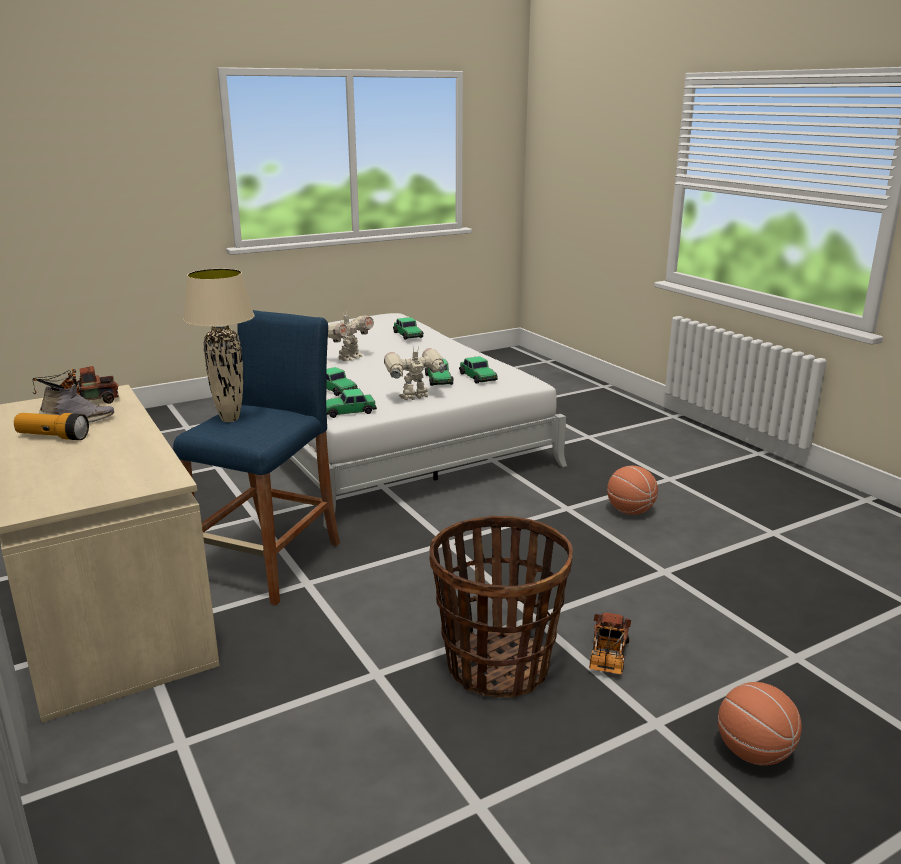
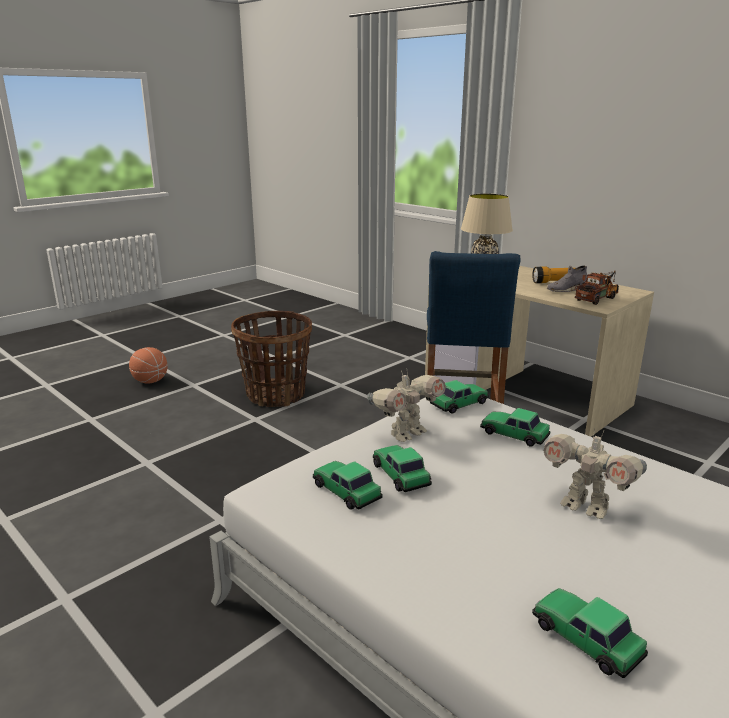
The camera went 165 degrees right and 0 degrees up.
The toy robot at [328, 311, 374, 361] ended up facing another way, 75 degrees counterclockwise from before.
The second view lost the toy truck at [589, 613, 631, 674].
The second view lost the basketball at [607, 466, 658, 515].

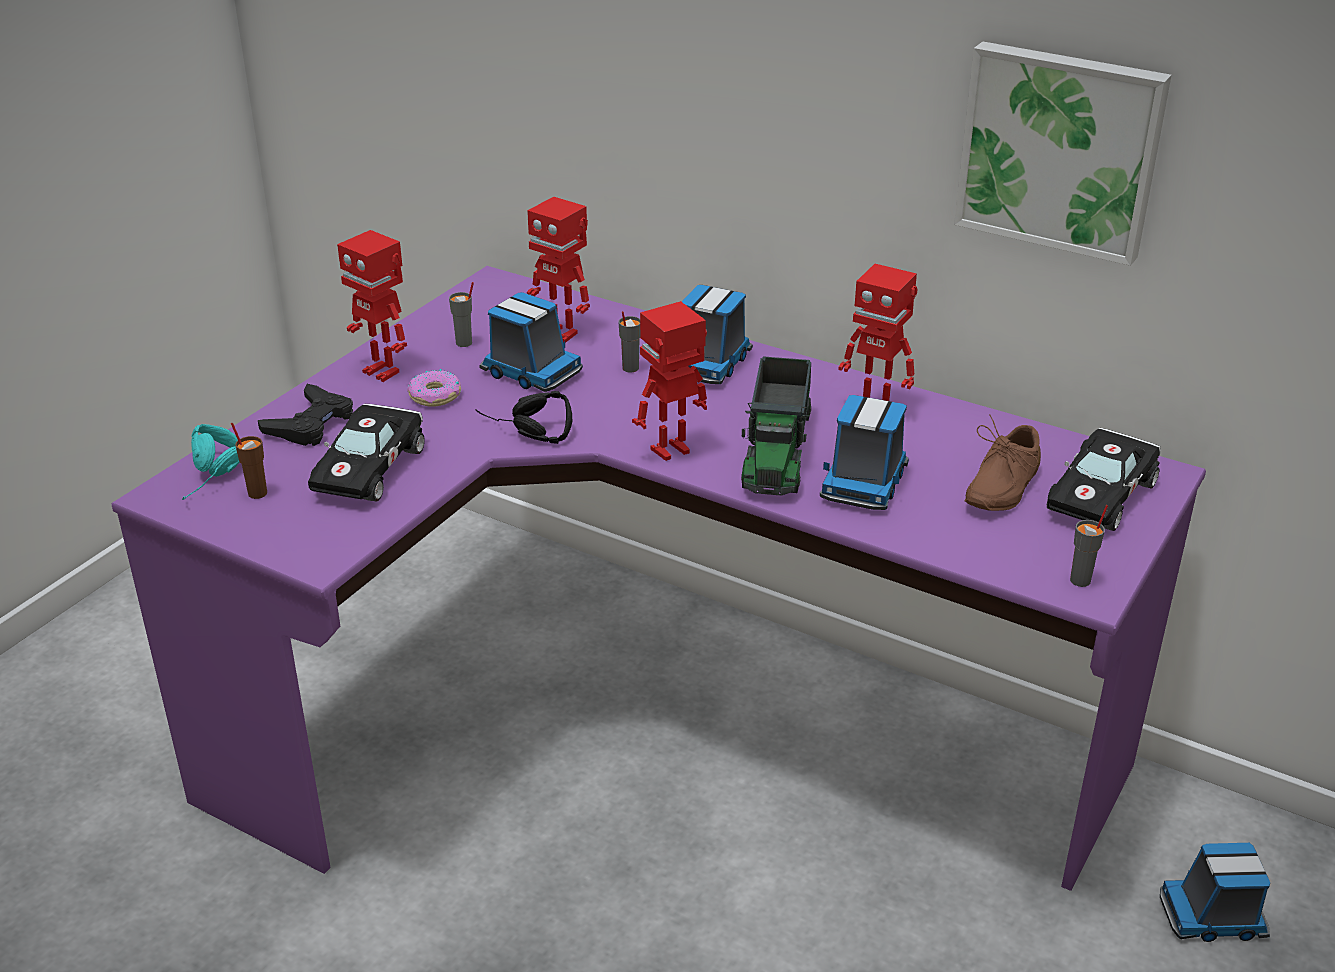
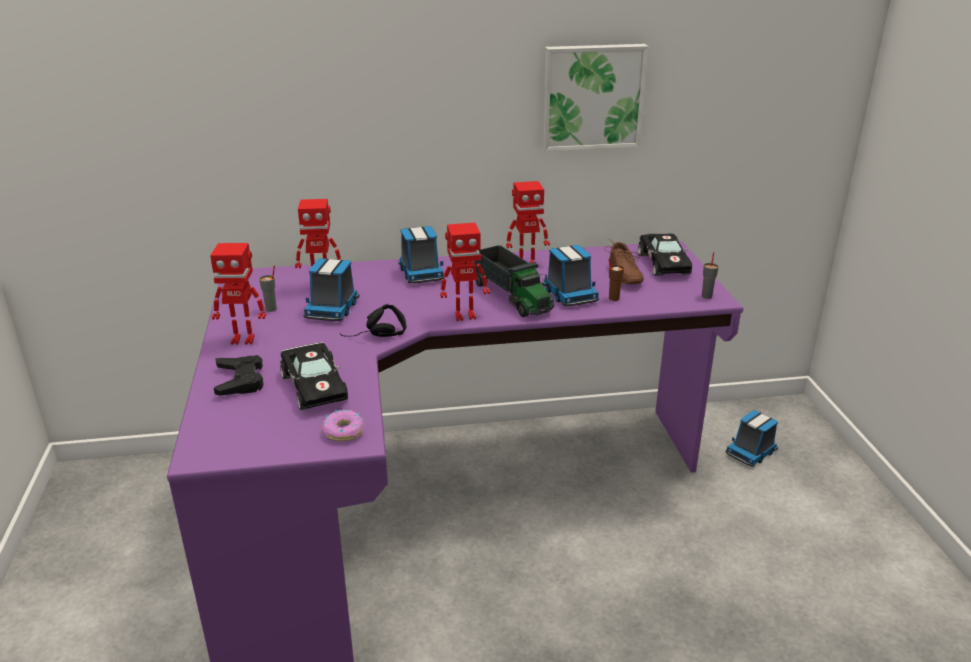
The camera went 40 degrees left and 5 degrees down.
The toy truck at [479, 292, 583, 392] ended up facing another way, 105 degrees clockwise from before.
The donut ended up elsewhere, having gone from [407, 369, 461, 406] to [322, 410, 364, 441].
The toy robot at [632, 301, 707, 461] ended up facing another way, 120 degrees counterclockwise from before.
The brown cup ended up elsewhere, having gone from [231, 423, 267, 499] to [609, 259, 624, 301].
The second view lost the turquoise headphones at [182, 424, 240, 500].
The second view lost the grey cup at [618, 311, 640, 373].

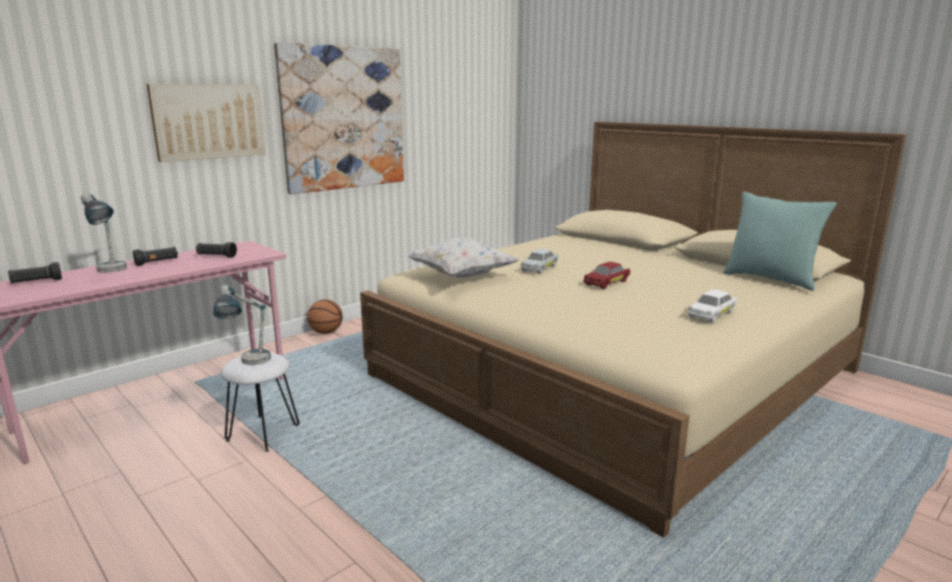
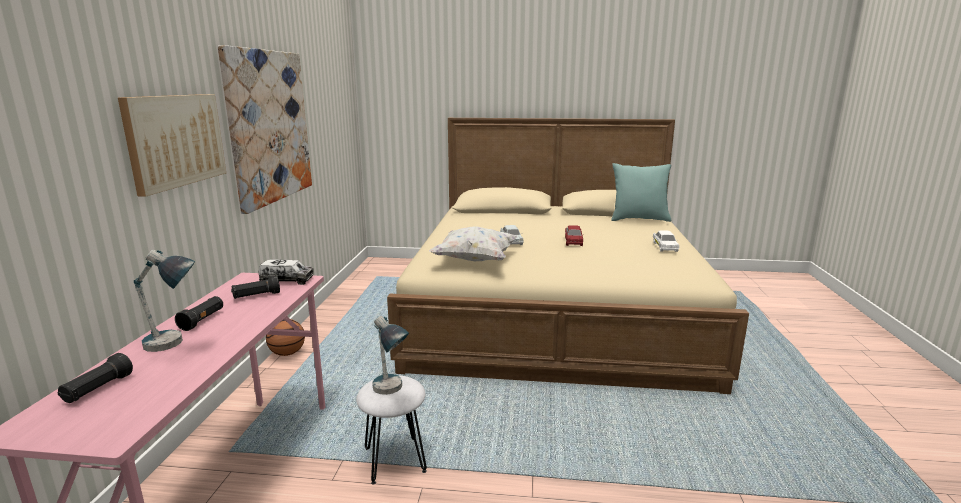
The camera went 40 degrees left and 0 degrees up.
The second view gained the toy truck at [259, 260, 314, 285].

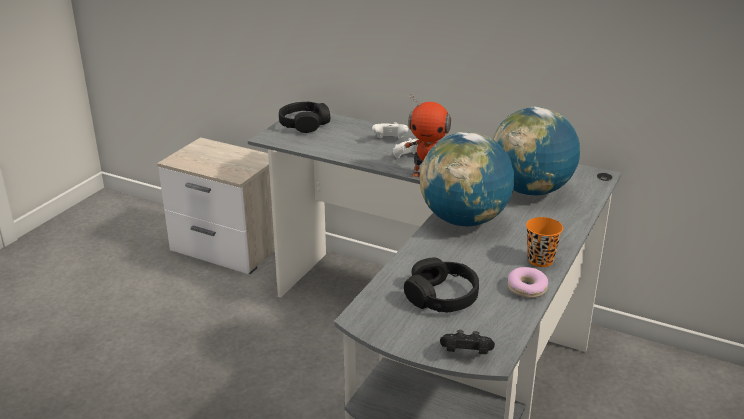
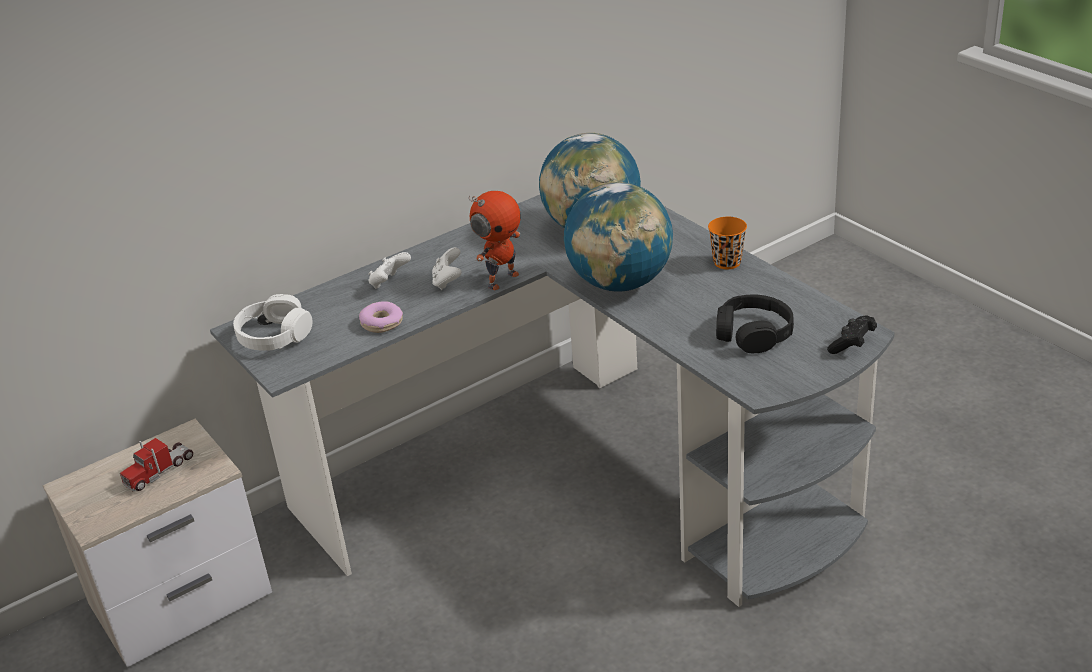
The camera went 60 degrees left and 5 degrees up.
The second view gained the toy truck at [120, 438, 193, 492].
What was the black headphones at [279, 102, 330, 133] turned into the white headphones at [233, 294, 312, 351].
The donut ended up elsewhere, having gone from [508, 267, 548, 298] to [359, 301, 403, 333].

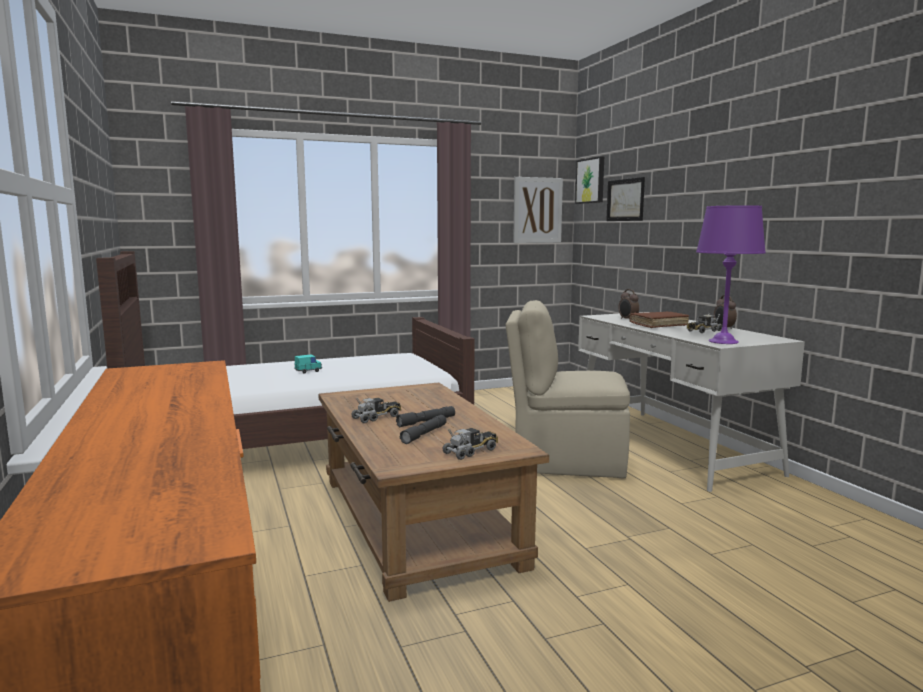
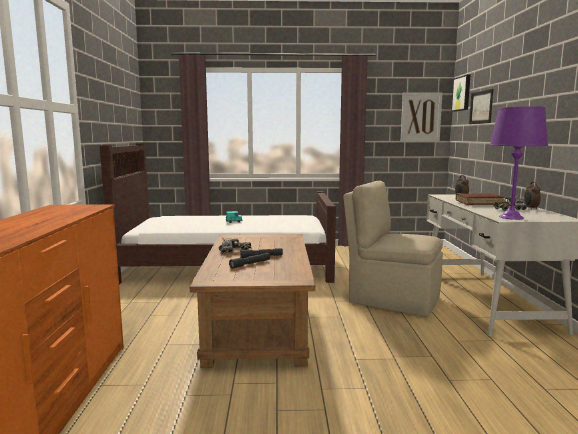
The camera went 20 degrees right and 0 degrees up.
The second view lost the toy truck at [443, 428, 498, 460].

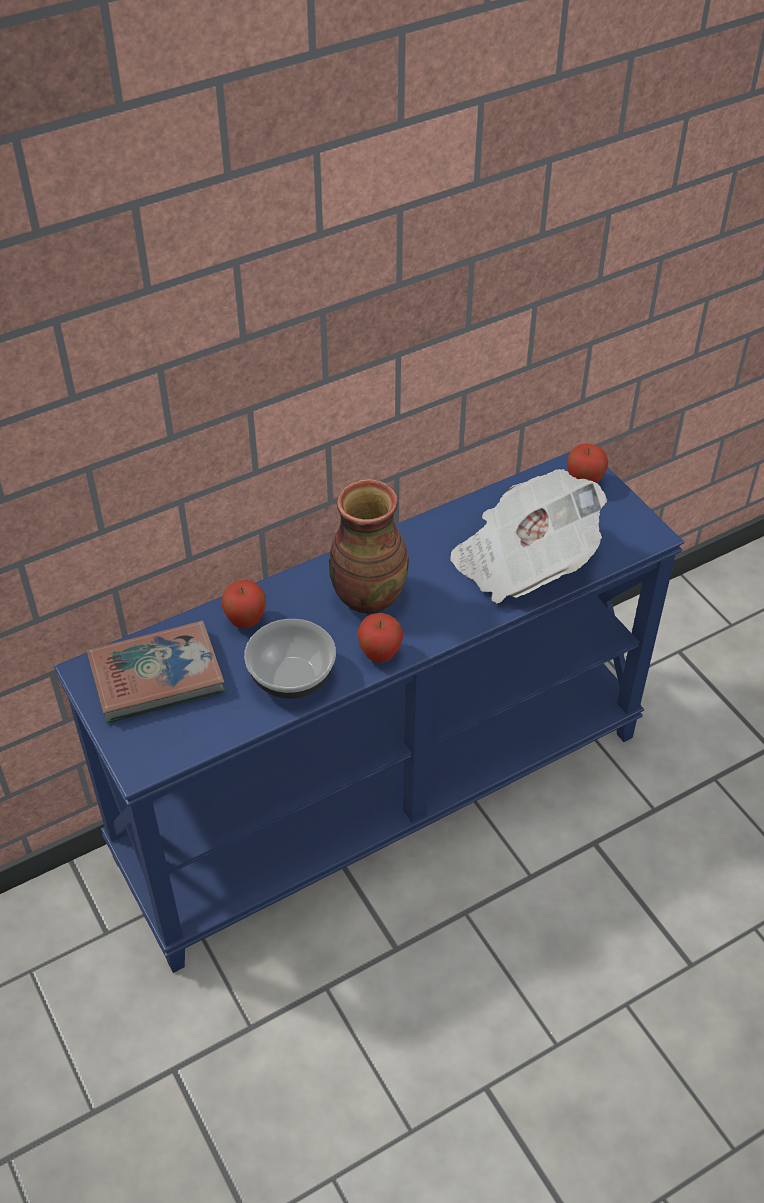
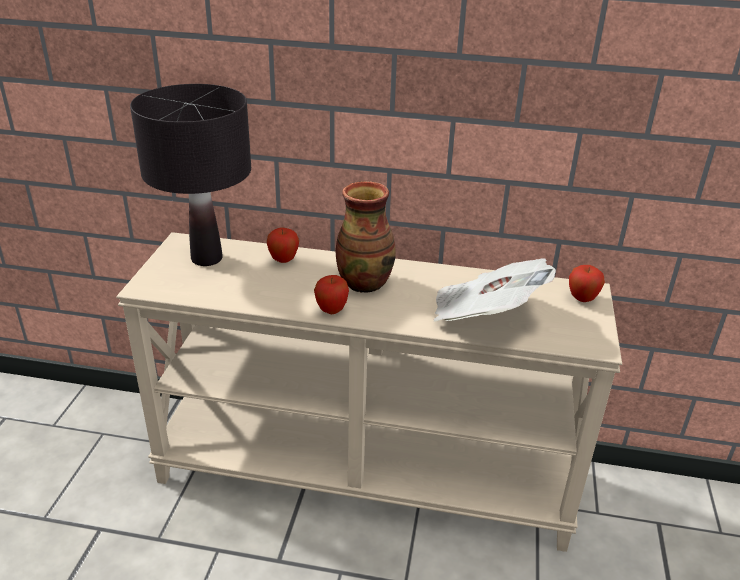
The camera went 40 degrees right and 15 degrees down.
What was the blue console table at [54, 451, 684, 973] turned into the beige console table at [116, 232, 622, 552].
Where the book stood at [87, 620, 226, 723], the black table lamp came to stand at [130, 84, 251, 266].
The second view lost the bowl at [244, 619, 336, 699].

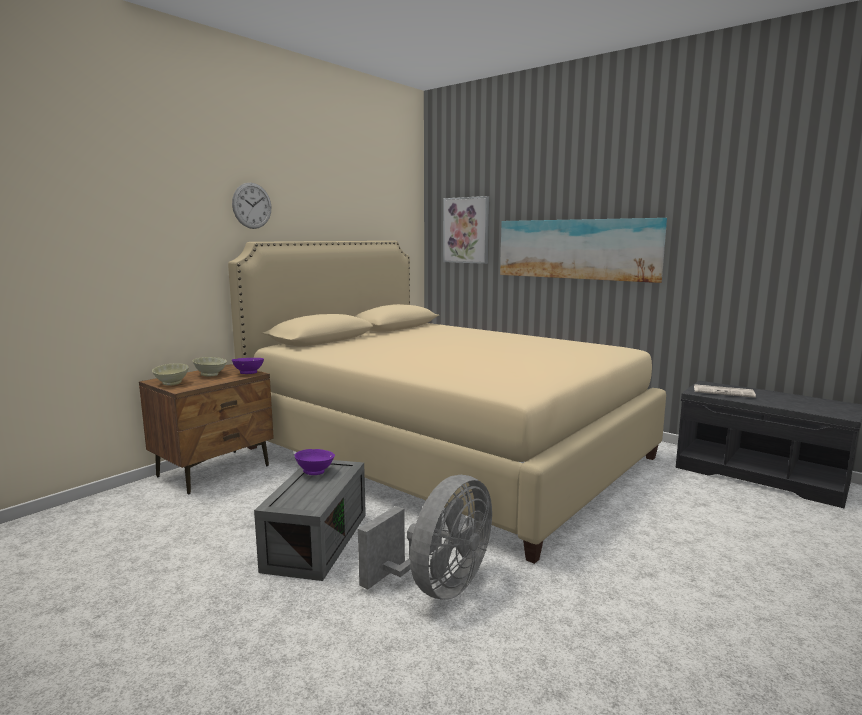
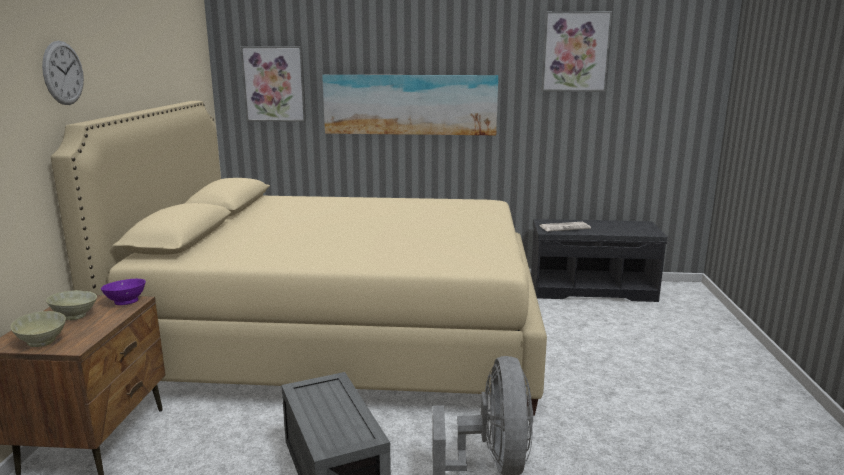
The camera went 35 degrees left and 5 degrees up.
The second view gained the picture at [542, 11, 612, 92].
The second view lost the purple bowl at [294, 449, 335, 475].

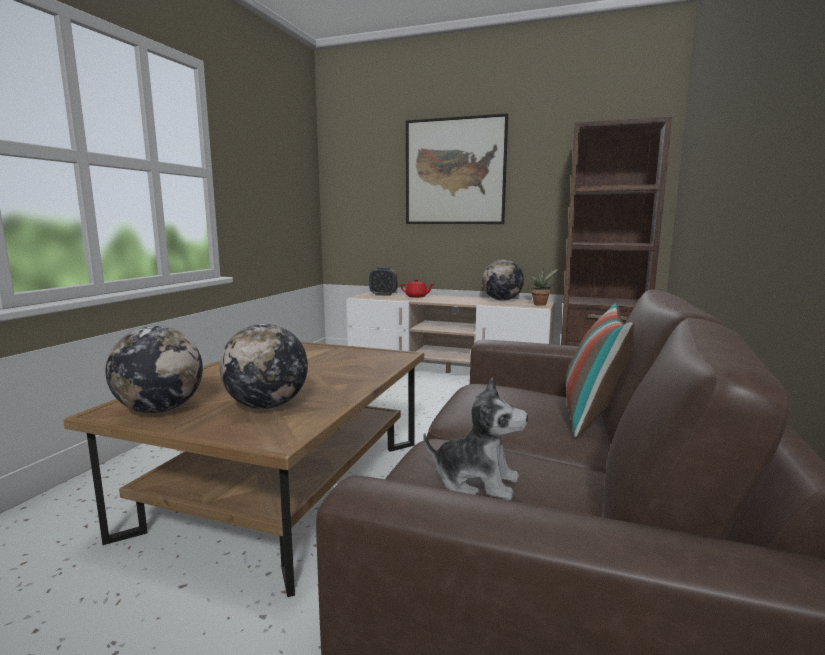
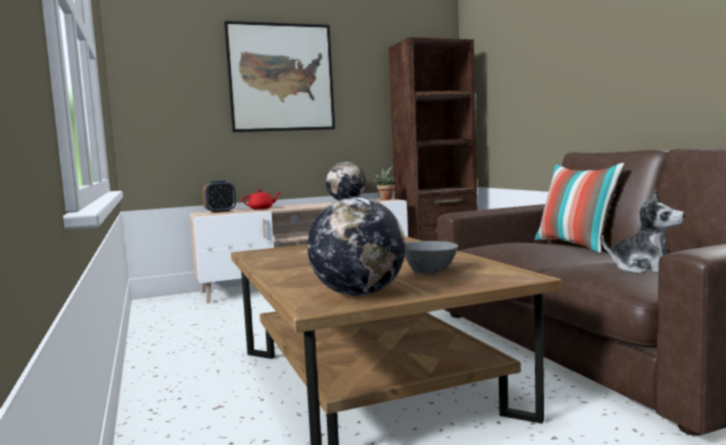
The camera went 40 degrees left and 5 degrees down.
Where the globe stood at [220, 324, 308, 409], the grey bowl came to stand at [405, 241, 458, 274].
The plush toy at [423, 377, 528, 500] ended up facing another way, 60 degrees clockwise from before.

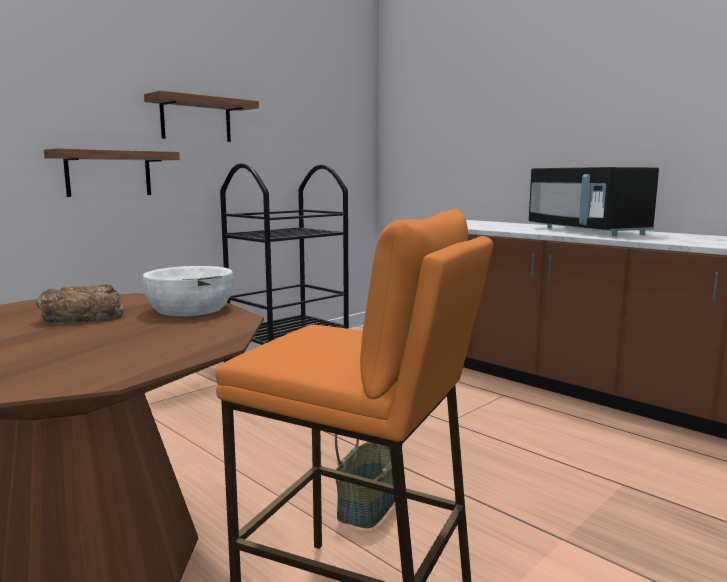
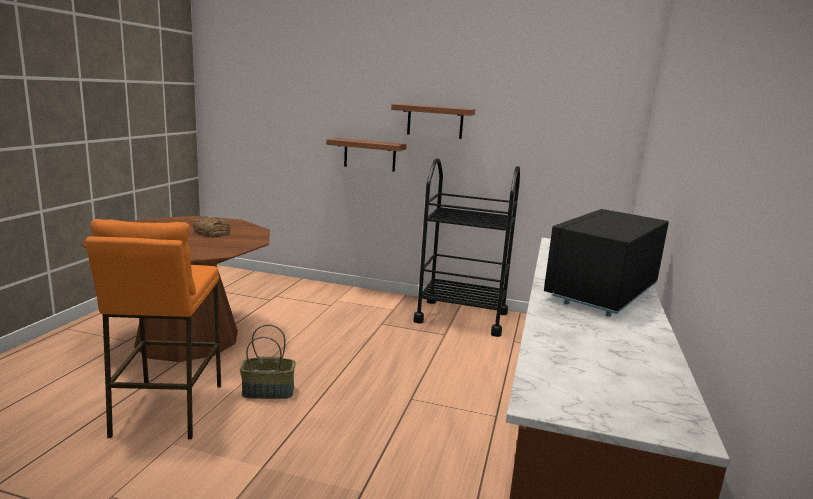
The camera went 60 degrees right and 5 degrees up.
The second view lost the white bowl at [143, 266, 234, 316].

